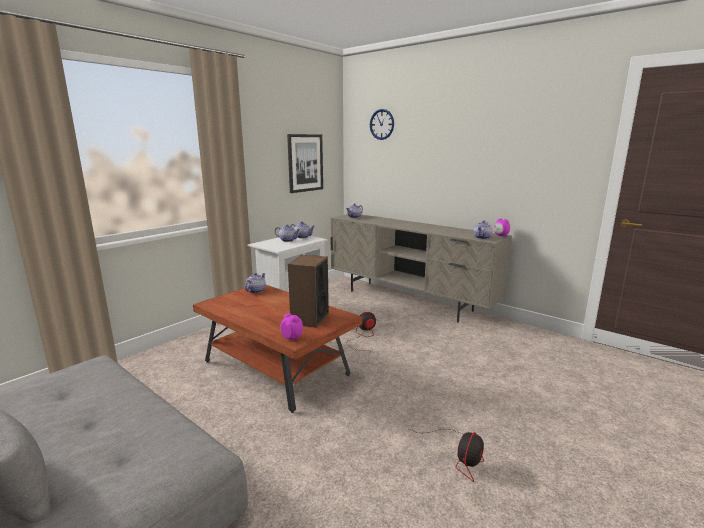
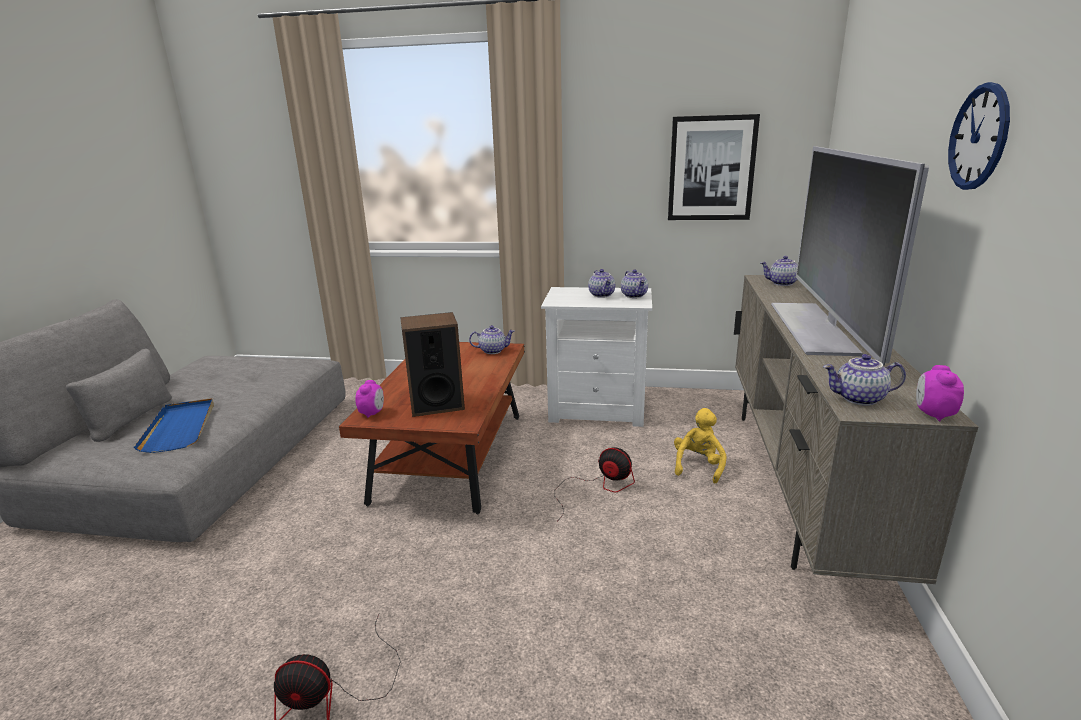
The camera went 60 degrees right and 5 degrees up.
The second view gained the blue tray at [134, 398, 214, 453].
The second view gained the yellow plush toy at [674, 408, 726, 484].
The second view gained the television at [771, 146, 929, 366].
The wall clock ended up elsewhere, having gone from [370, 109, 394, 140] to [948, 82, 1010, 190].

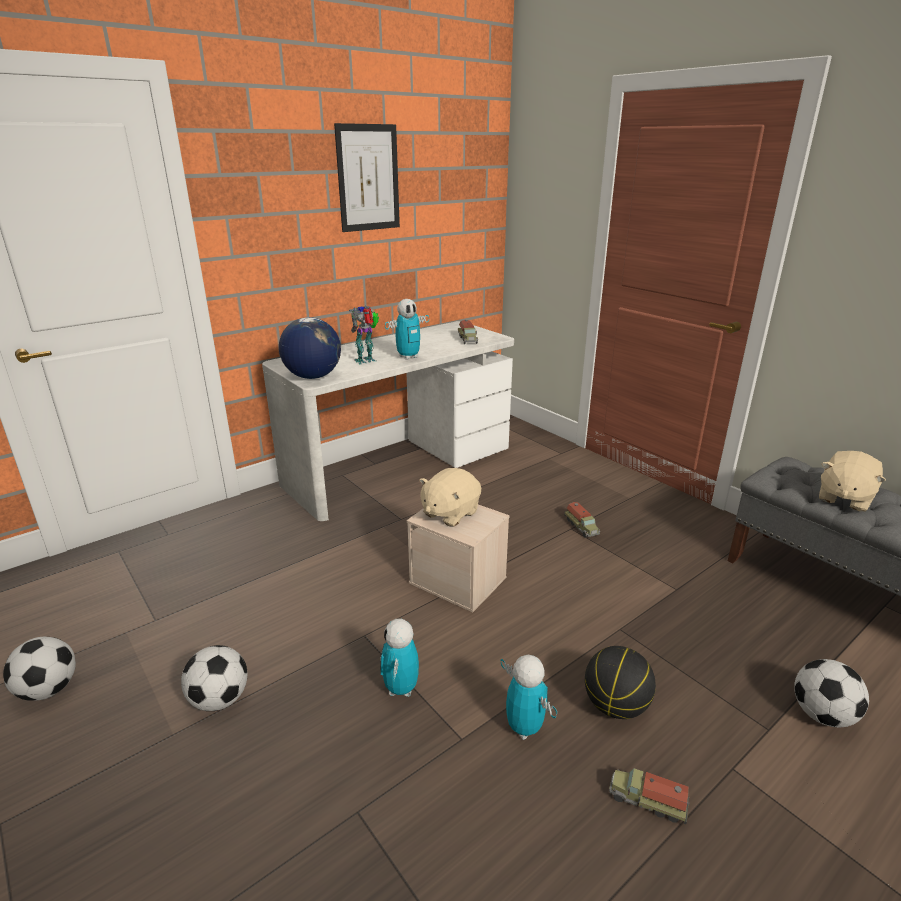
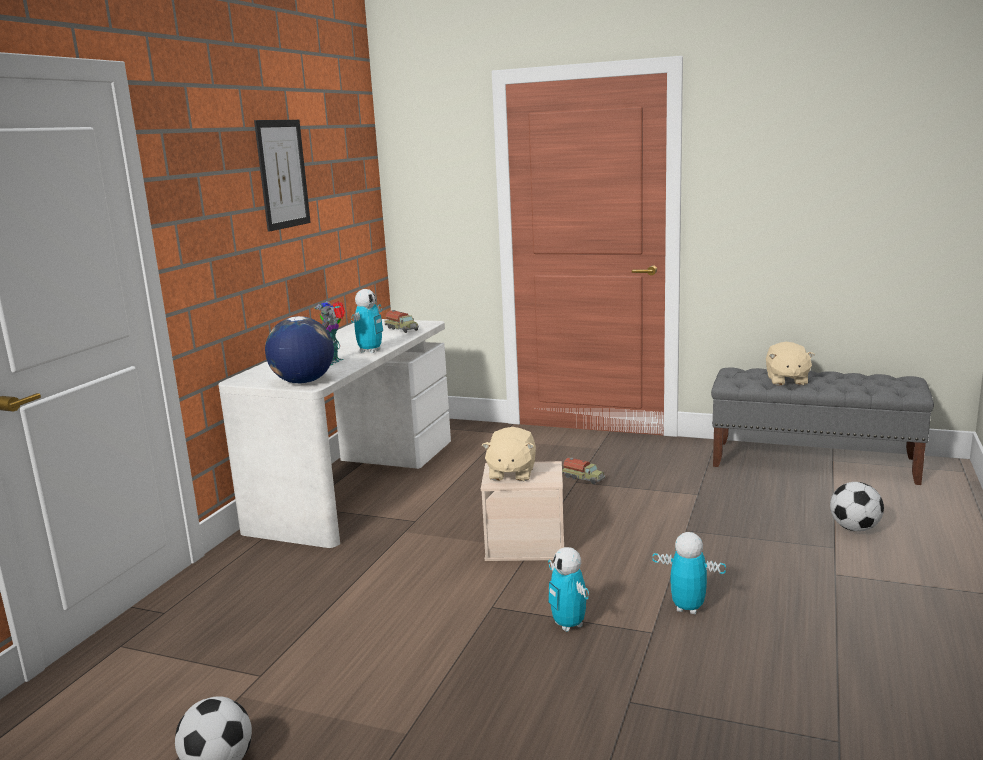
The camera went 30 degrees left and 10 degrees down.
The second view lost the football at [181, 645, 248, 711].
The second view lost the basketball at [585, 646, 656, 719].
The second view lost the toy truck at [609, 768, 690, 824].

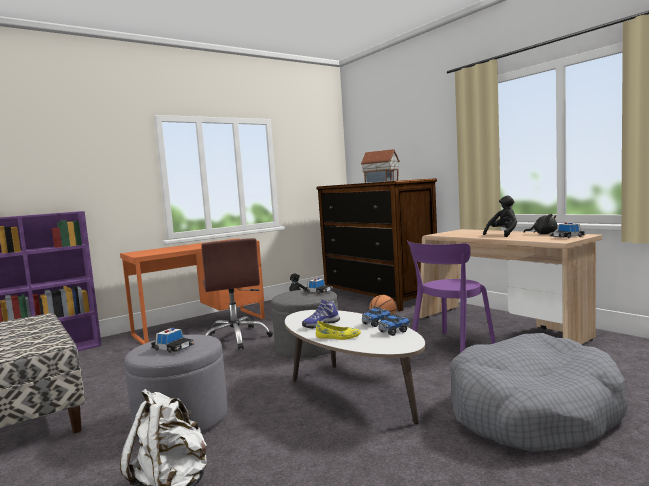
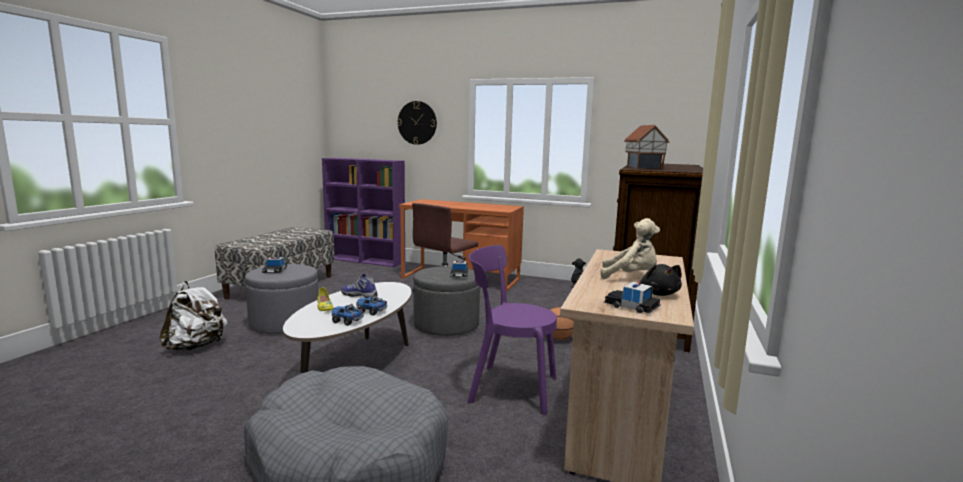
The camera went 55 degrees right and 5 degrees up.
The second view gained the wall clock at [397, 101, 437, 145].
What was the black plush toy at [483, 196, 517, 237] turned into the beige plush toy at [601, 218, 660, 279].

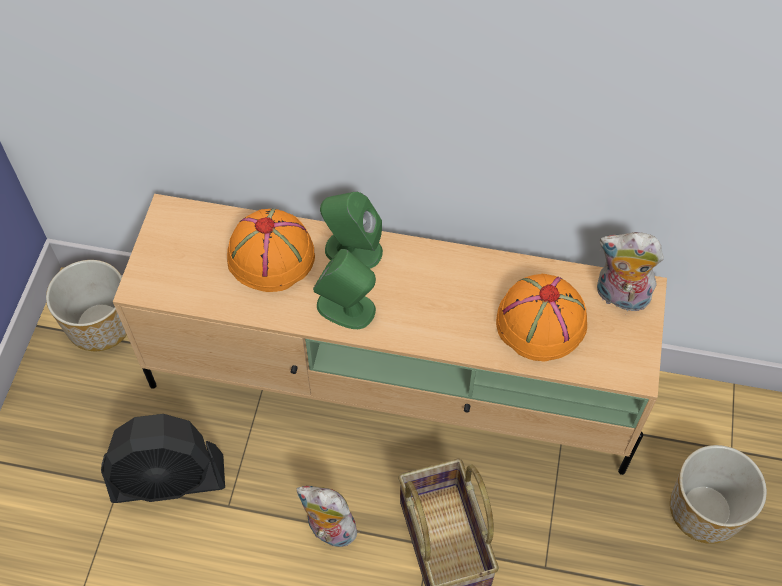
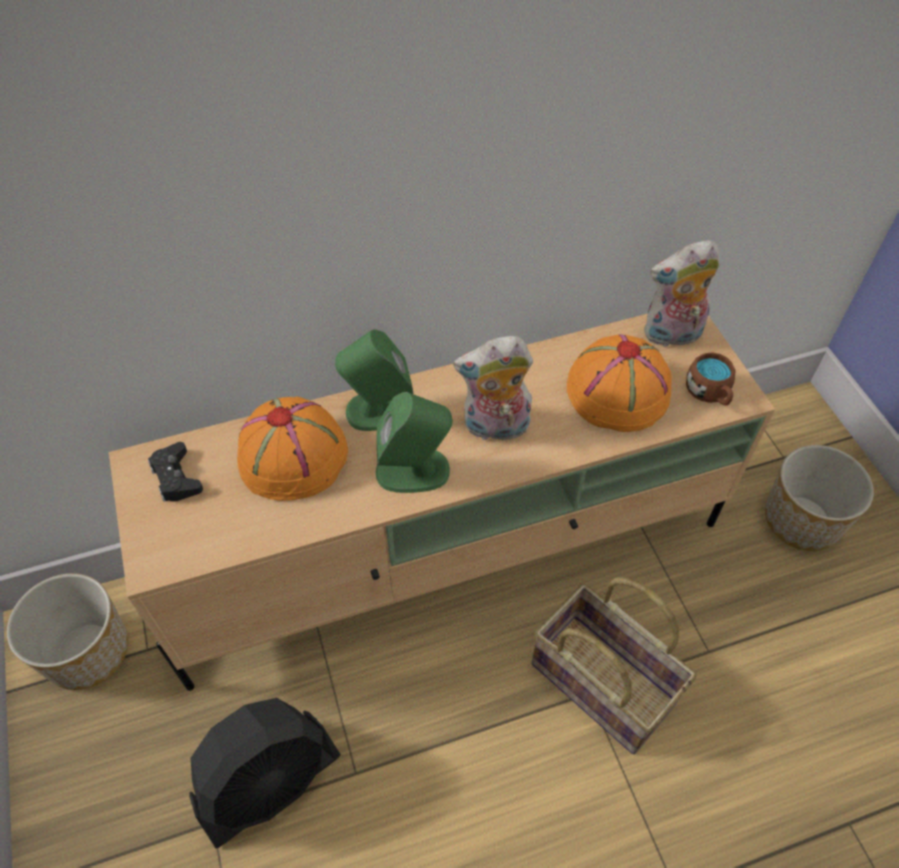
The camera went 30 degrees left and 5 degrees down.
The second view gained the black game controller at [148, 442, 203, 502].
The plush toy ended up elsewhere, having gone from [296, 486, 360, 547] to [453, 336, 533, 445].
The second view gained the brown mug at [686, 352, 735, 406].

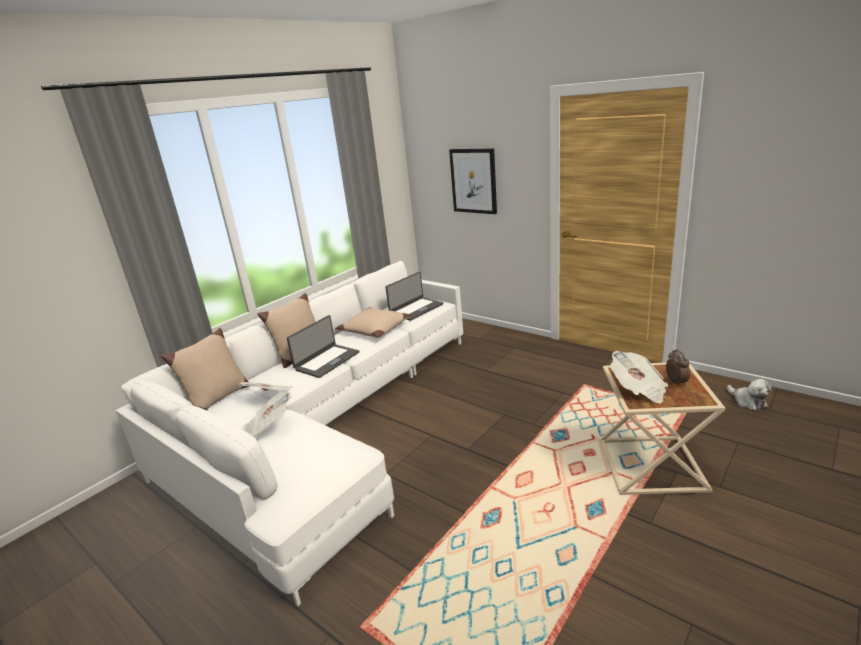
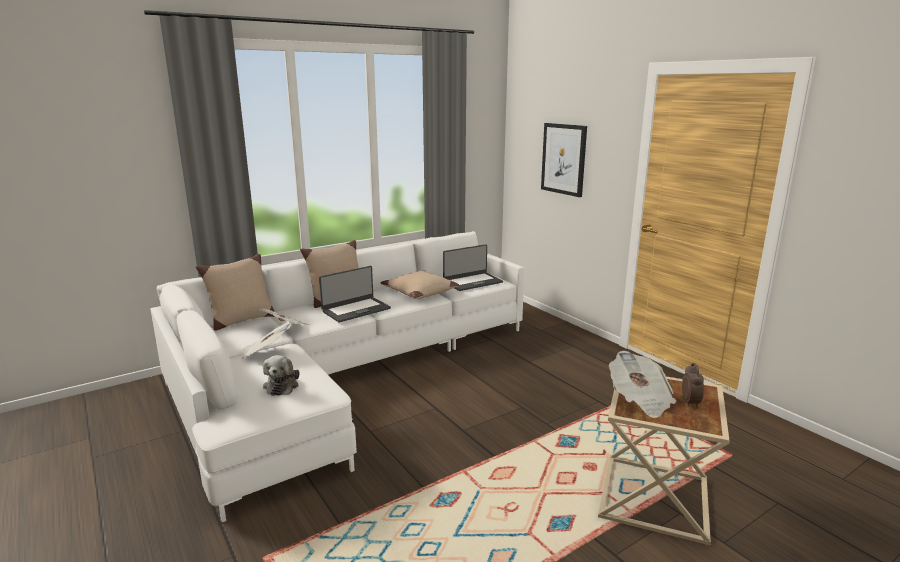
The camera went 15 degrees right and 5 degrees down.
The plush toy ended up elsewhere, having gone from [727, 379, 772, 410] to [263, 355, 299, 396].

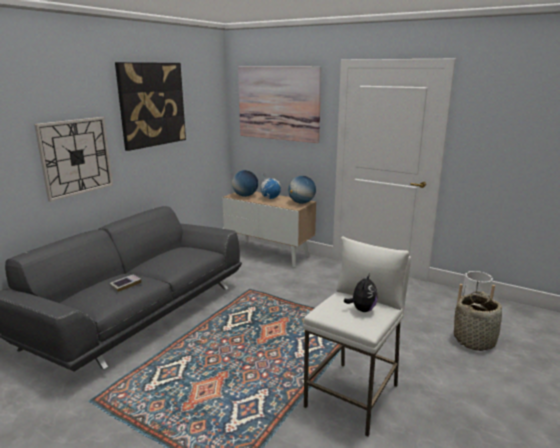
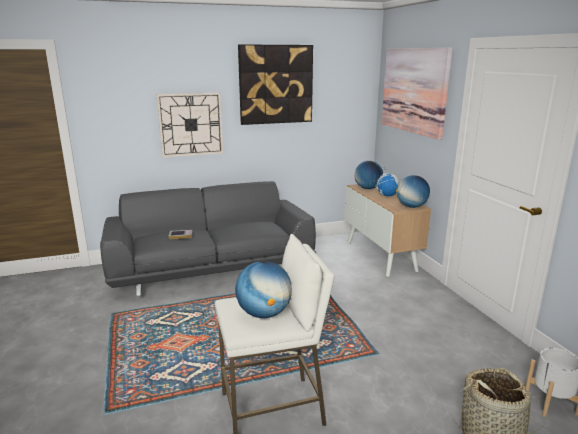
The camera went 40 degrees right and 0 degrees up.
Where the plush toy stood at [344, 274, 377, 312], the globe came to stand at [235, 261, 292, 318].

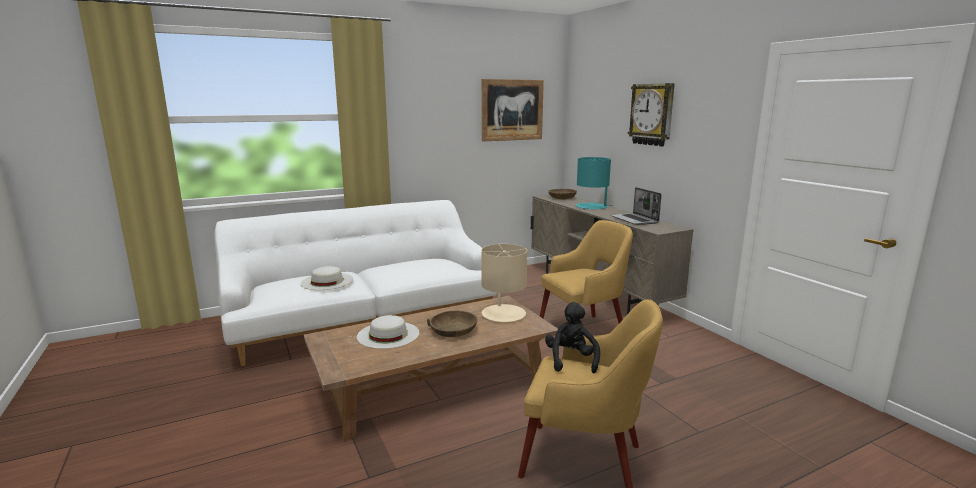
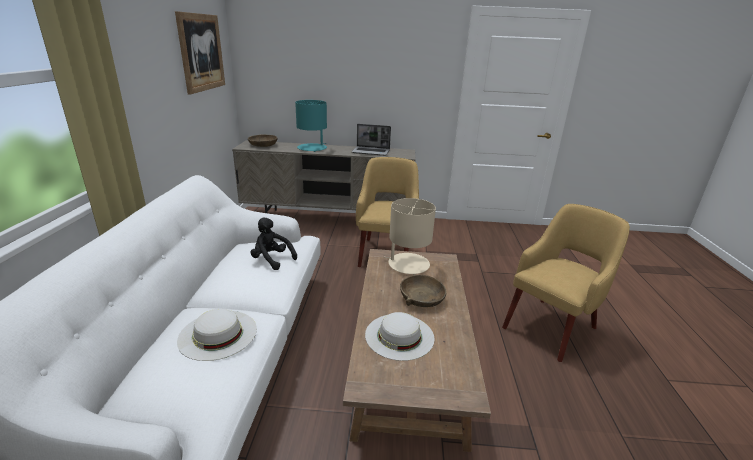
The camera went 60 degrees left and 10 degrees up.
The black plush toy ended up elsewhere, having gone from [545, 302, 600, 374] to [250, 217, 297, 270].
The second view lost the wall clock at [628, 83, 675, 146].

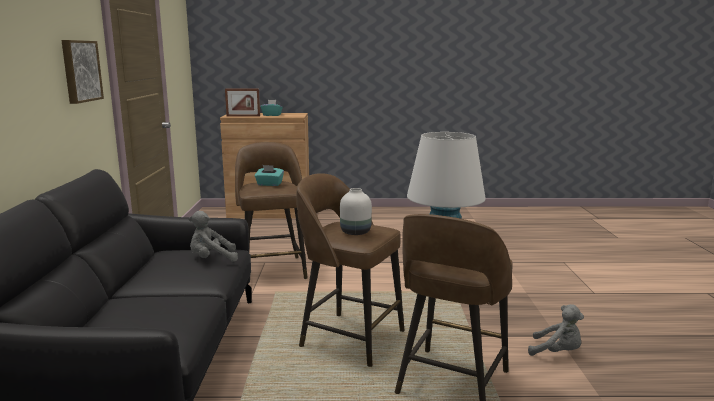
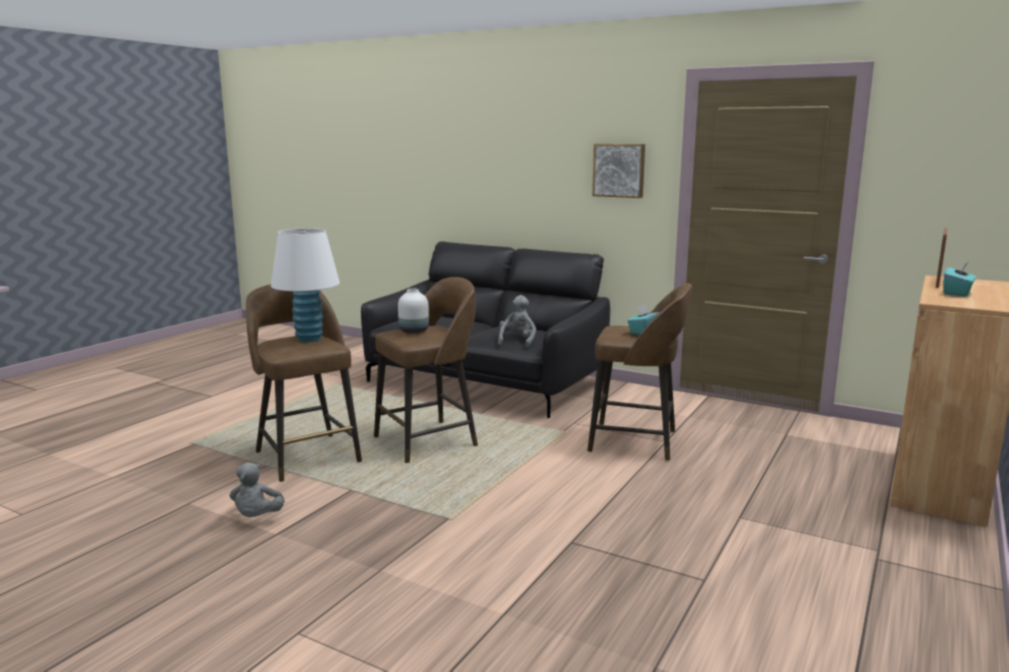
The camera went 120 degrees right and 0 degrees up.
The grey plush toy at [528, 304, 584, 356] ended up facing another way, 60 degrees counterclockwise from before.

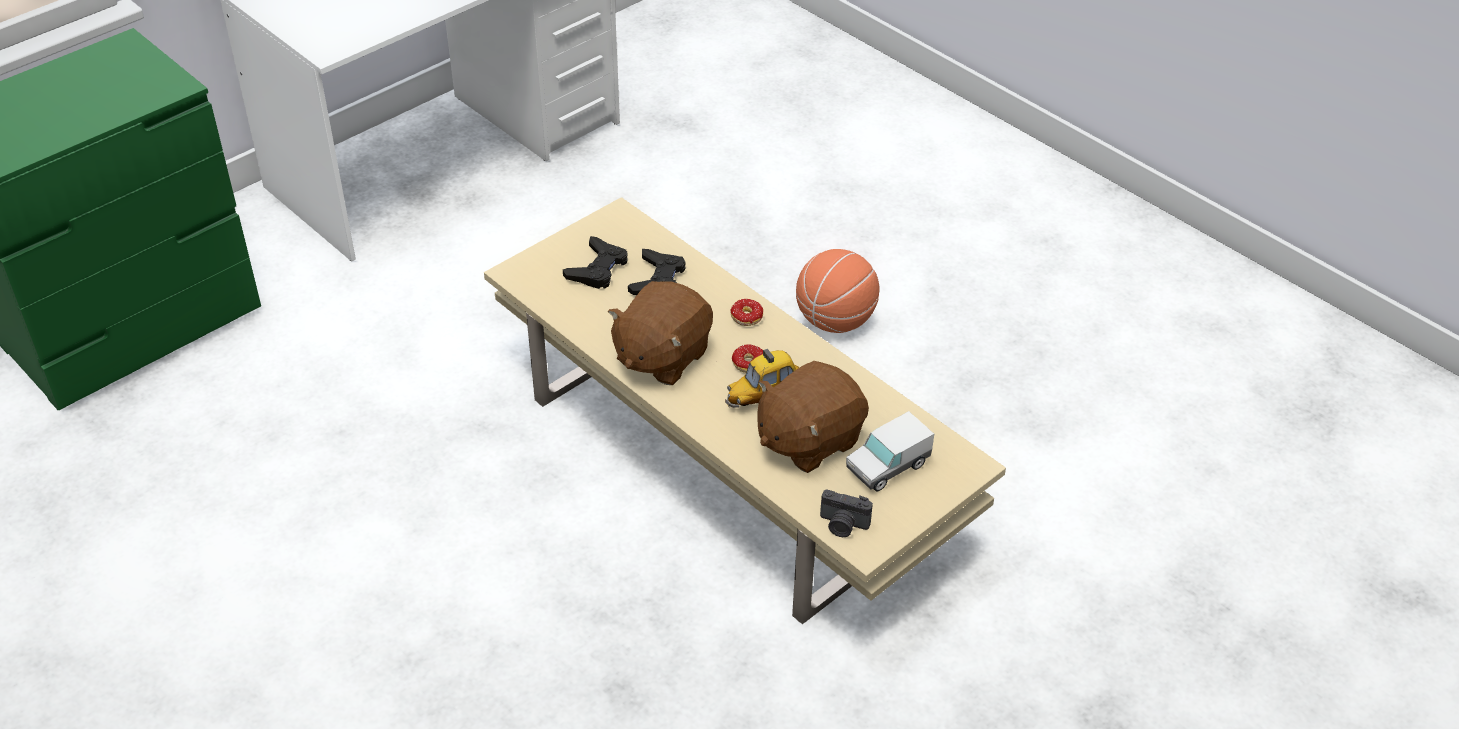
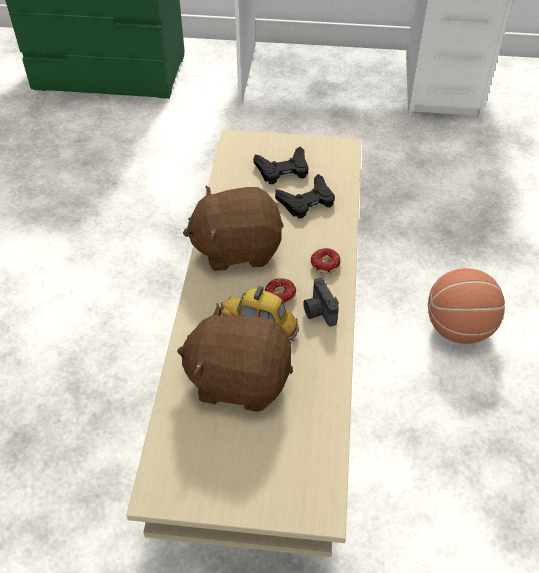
The camera went 50 degrees right and 5 degrees up.
The photo camera ended up elsewhere, having gone from [820, 490, 873, 537] to [303, 278, 339, 327].
The second view lost the toy truck at [846, 411, 934, 491].

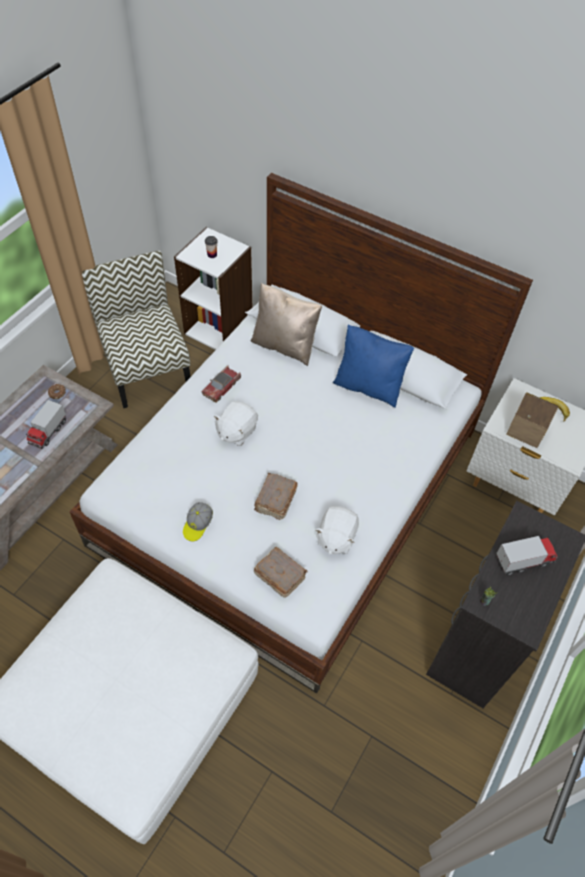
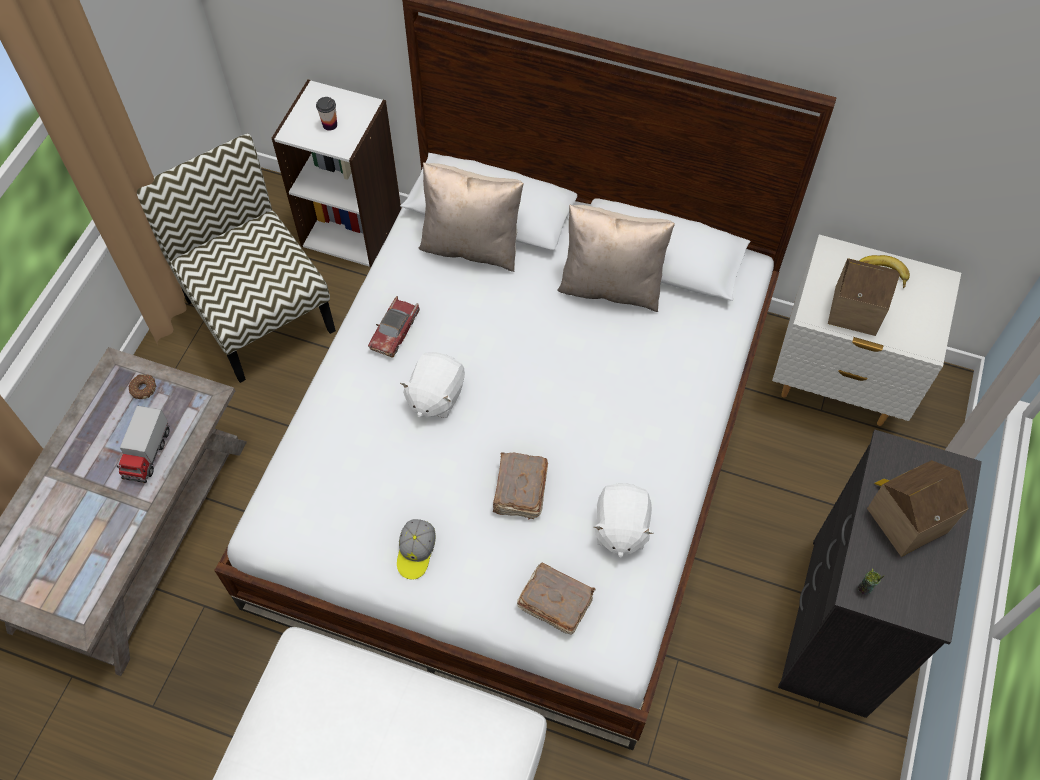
The camera went 10 degrees left and 5 degrees up.
What was the blue pillow at [333, 324, 414, 408] turned into the beige pillow at [557, 204, 675, 312].
Where the toy truck stood at [496, 536, 558, 576], the toy house came to stand at [867, 460, 968, 557].

